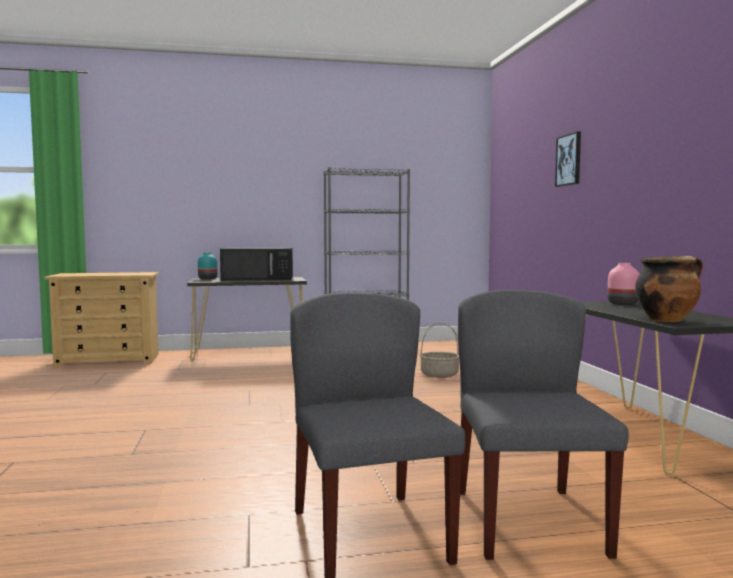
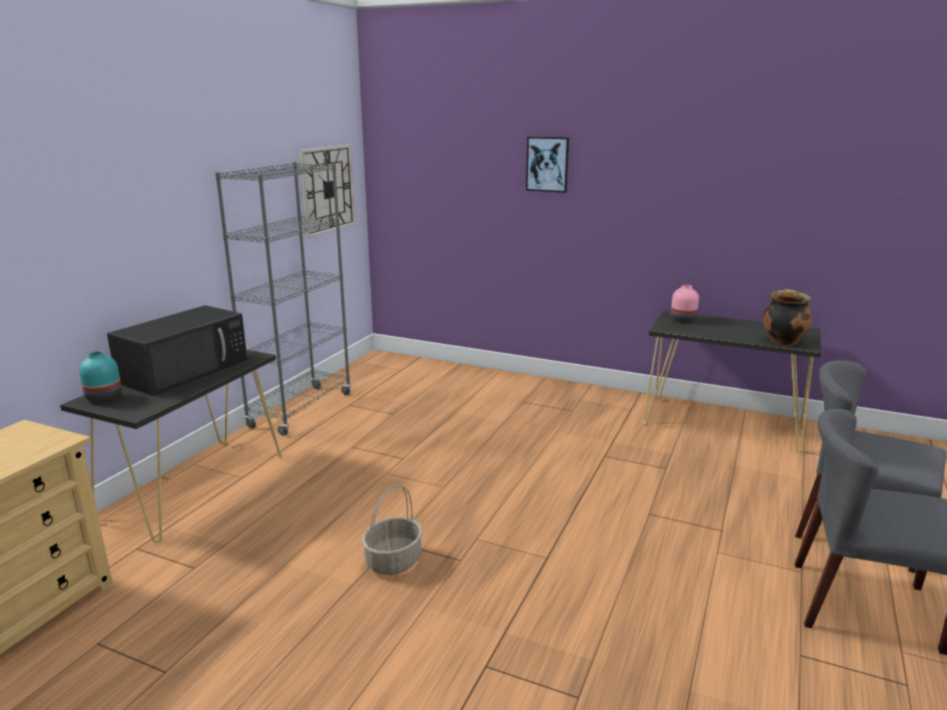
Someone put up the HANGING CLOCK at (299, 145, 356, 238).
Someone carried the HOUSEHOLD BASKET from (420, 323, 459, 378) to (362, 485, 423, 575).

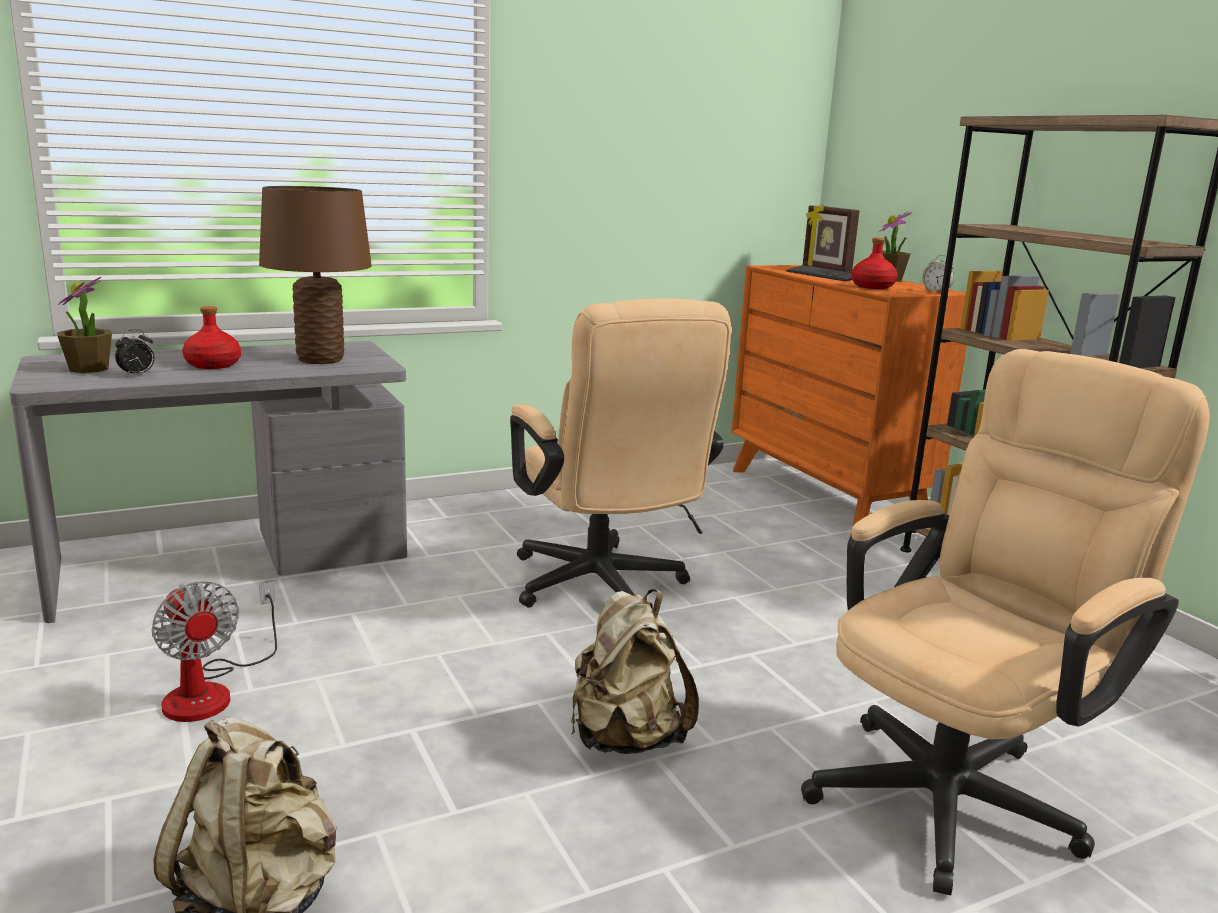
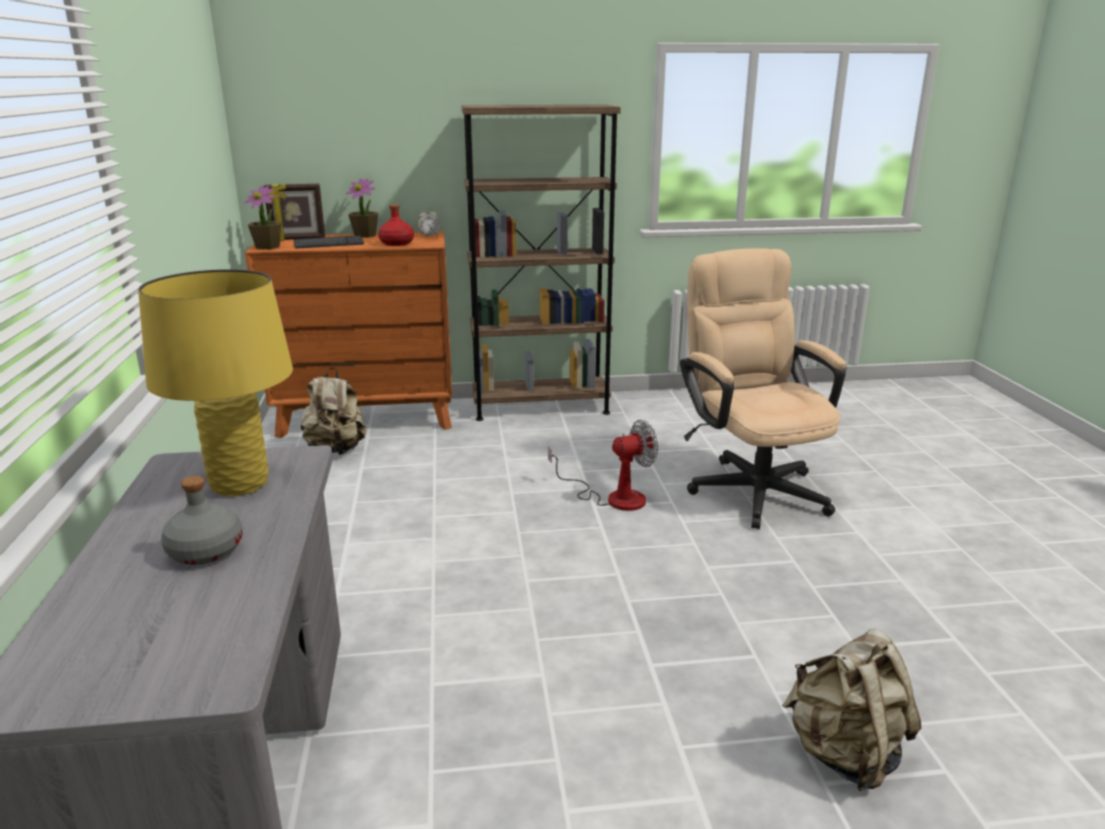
Someone repainted the BROWNISH TABLETOP LAMP at (259, 186, 372, 364), which became the YELLOWISH TABLETOP LAMP at (138, 269, 293, 496).
Someone repainted the RED BEVERAGE BOTTLE at (182, 306, 241, 369), which became the GREYISH BEVERAGE BOTTLE at (161, 476, 243, 565).
Someone carried the POTTED PLANT from (57, 277, 112, 373) to (245, 186, 281, 249).
Someone carried the BEIGE KNAPSACK from (571, 589, 699, 754) to (301, 367, 366, 455).
Someone carried the COOLING FAN from (151, 581, 277, 722) to (548, 420, 658, 511).
Someone took away the TABLE CLOCK at (115, 329, 154, 377).
Someone took away the BEIGE DESK CHAIR at (510, 299, 731, 608).

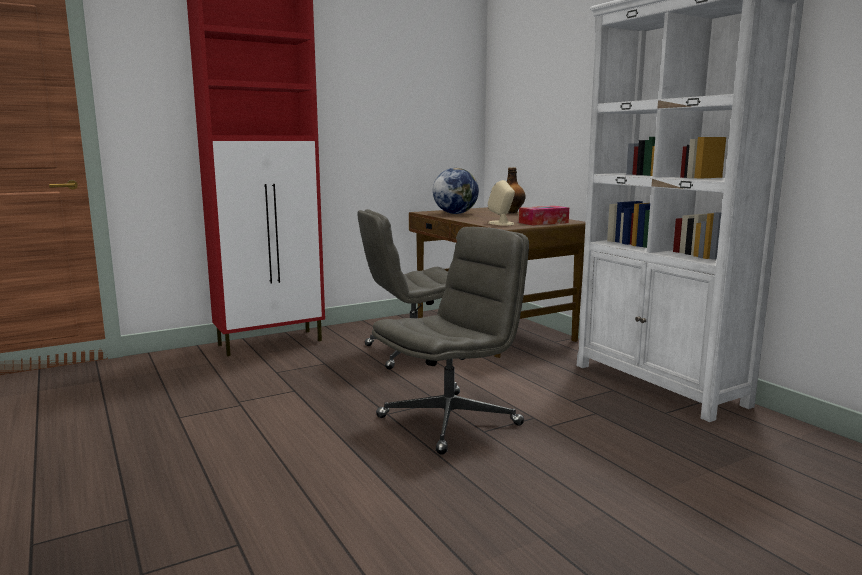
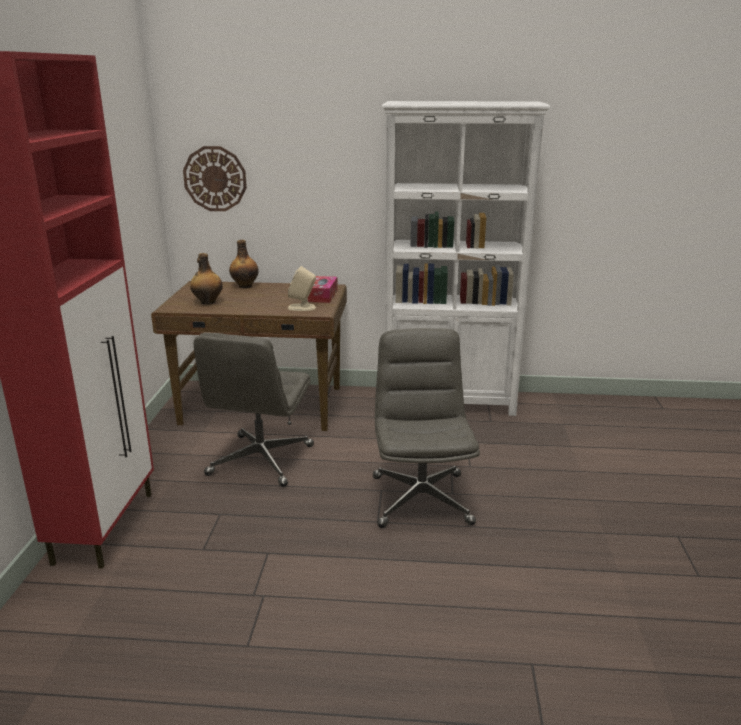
Someone put up the HANGING CLOCK at (183, 146, 247, 211).
Someone swapped the WORLD GLOBE at (433, 168, 479, 214) for the BEVERAGE BOTTLE at (190, 253, 223, 304).

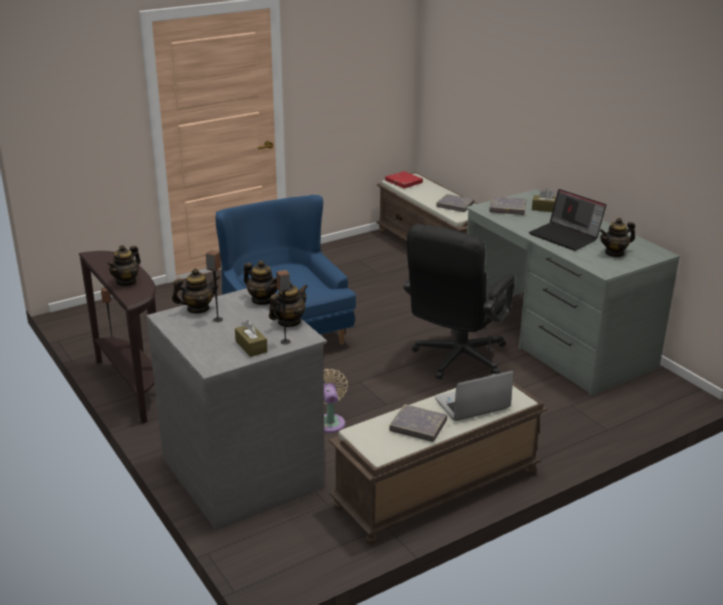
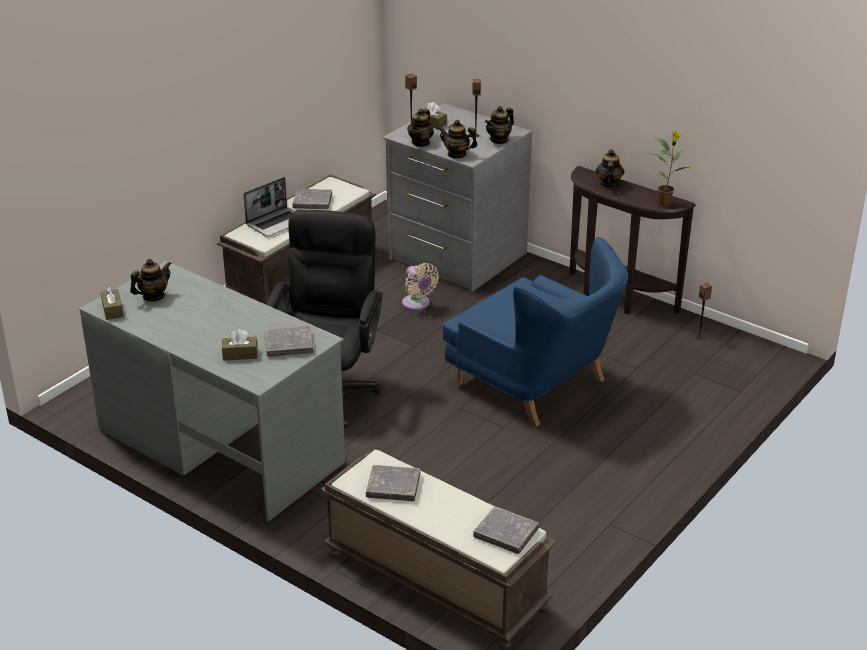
Someone put down the BROWNISH TISSUE HOLDER at (101, 286, 124, 320).
Someone repainted the RED VOLUME at (385, 171, 423, 188), which became the GREYISH VOLUME at (473, 506, 539, 554).
Someone put down the POTTED PLANT at (648, 131, 693, 207).
Someone took away the NOTEBOOK COMPUTER at (529, 189, 606, 251).

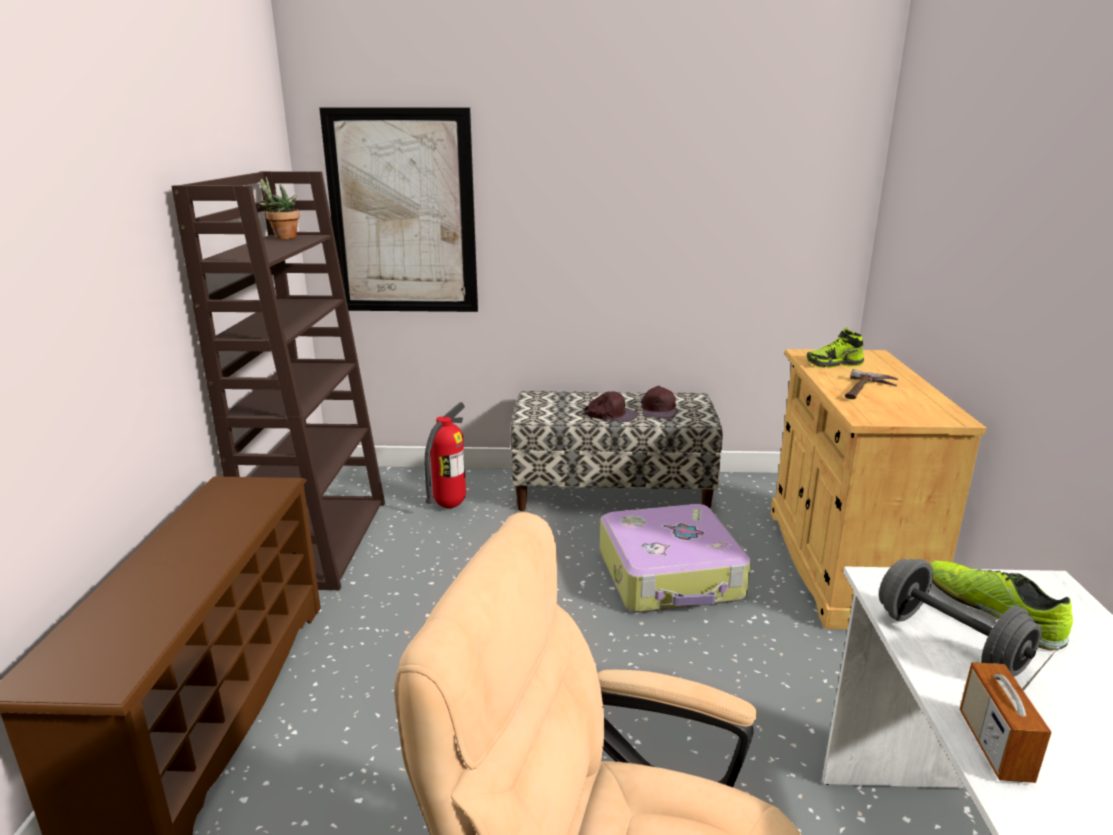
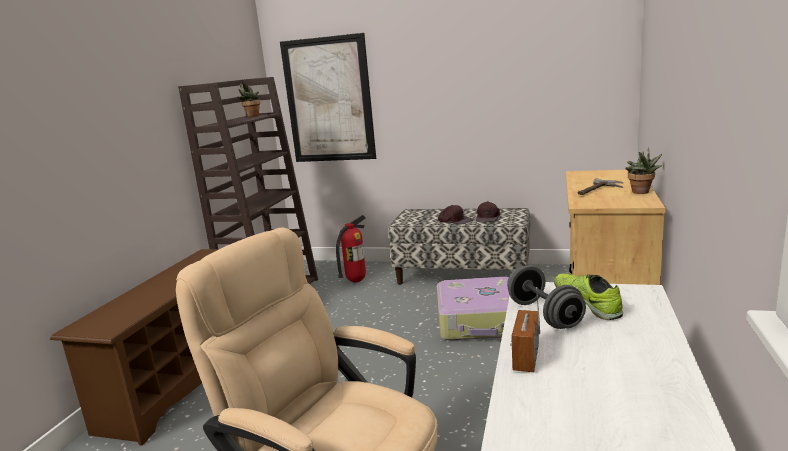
Someone put down the POTTED PLANT at (625, 148, 662, 194).
Someone took away the SHOE at (807, 328, 864, 368).

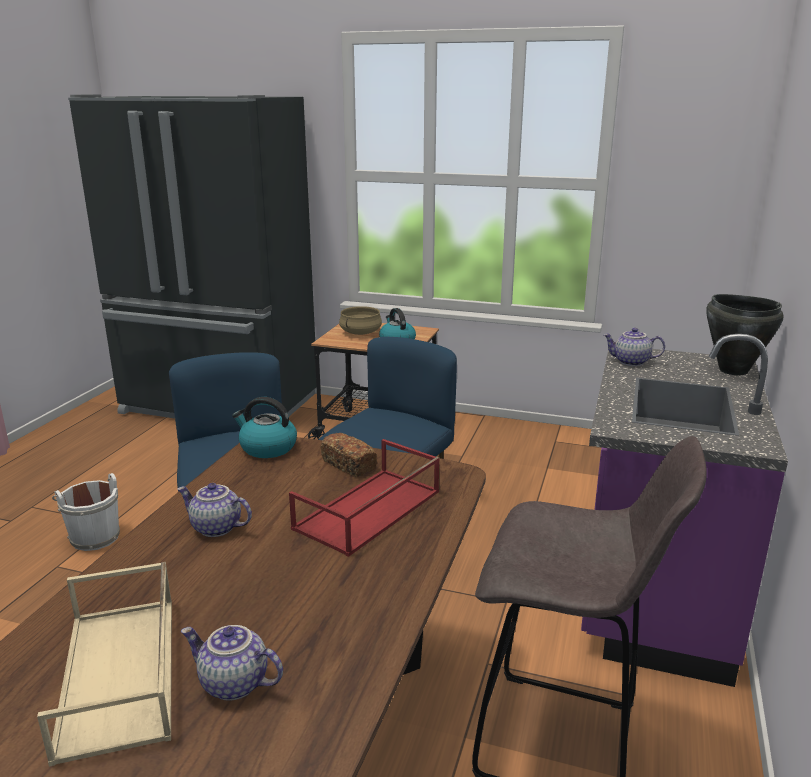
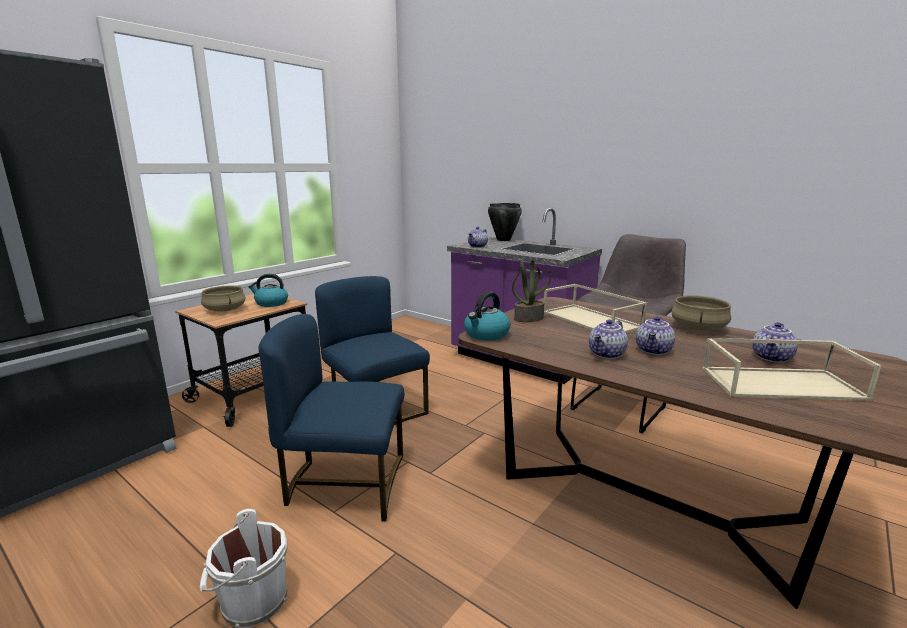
Someone swapped the BAKERY BREAD at (321, 433, 377, 477) for the POTTED PLANT at (512, 260, 551, 322).
Someone repainted the RED TRAY at (289, 439, 440, 557), which became the BEIGE TRAY at (544, 284, 647, 333).
Someone put down the TEA POT at (636, 316, 675, 355).
Someone put down the BEIGE COOKING POT at (672, 295, 731, 331).

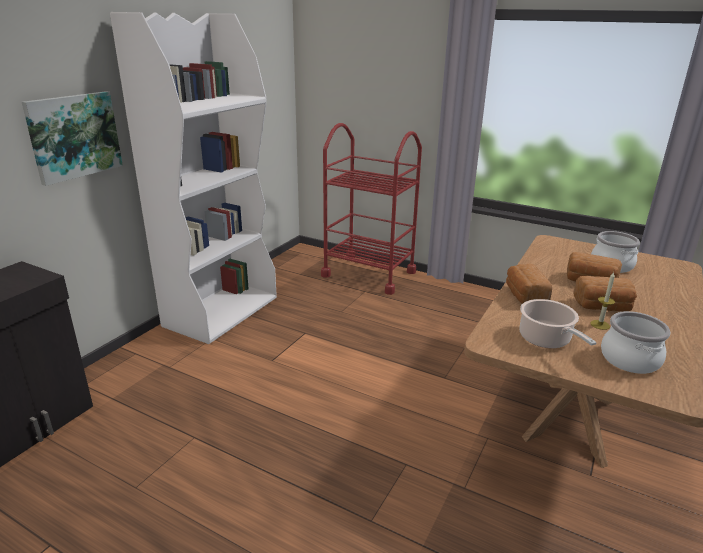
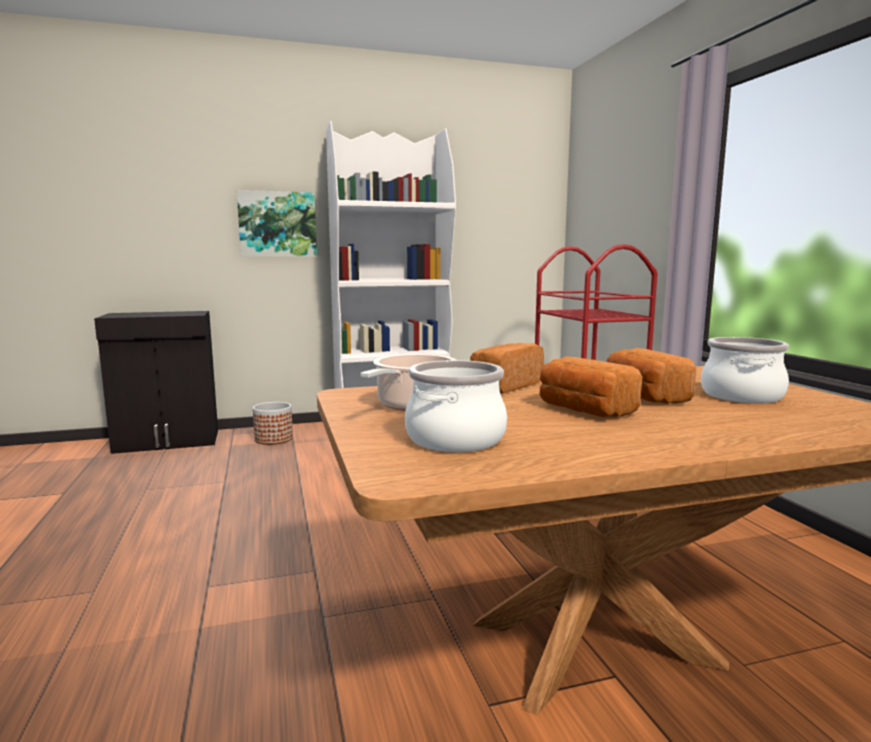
Someone put down the PLANTER at (253, 402, 293, 445).
Someone took away the CANDLE at (590, 272, 615, 330).

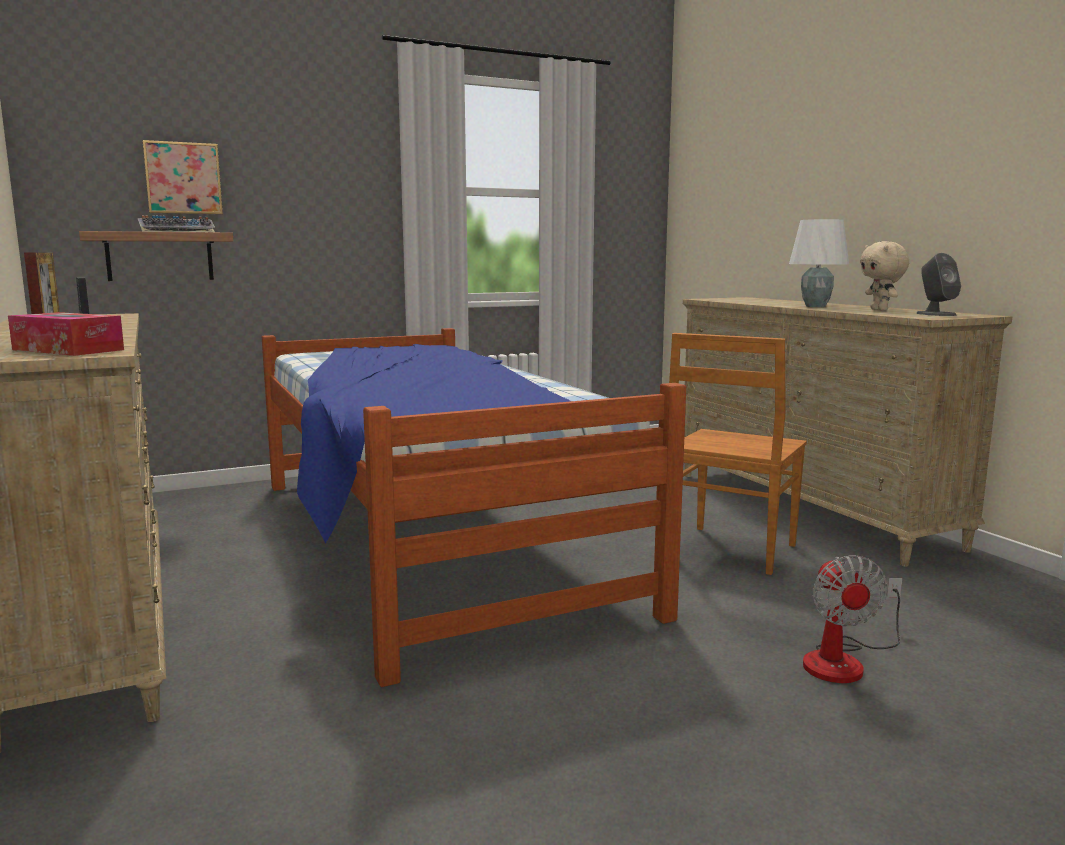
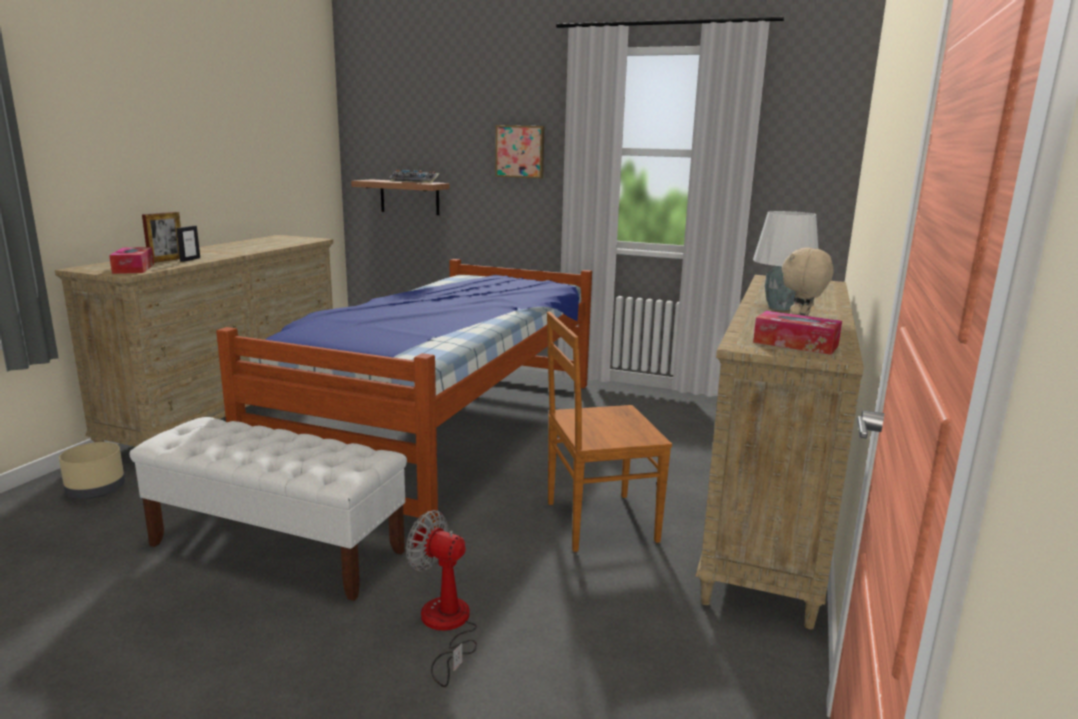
Someone put down the BEIGE PLANTER at (59, 442, 125, 499).
Someone put down the WHITE-COLOURED LONG SEAT at (129, 417, 407, 601).
Someone rotated the COOLING FAN at (803, 555, 902, 683) by 75 degrees clockwise.
Someone carried the PICTURE from (142, 140, 223, 215) to (495, 125, 544, 178).
Someone swapped the GREYISH LOUDSPEAKER at (916, 253, 961, 316) for the TISSUE HOLDER at (753, 311, 842, 355).

